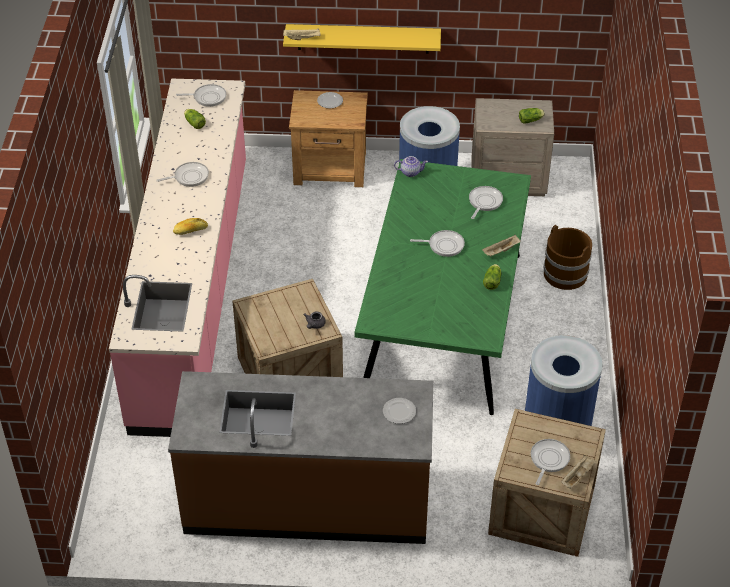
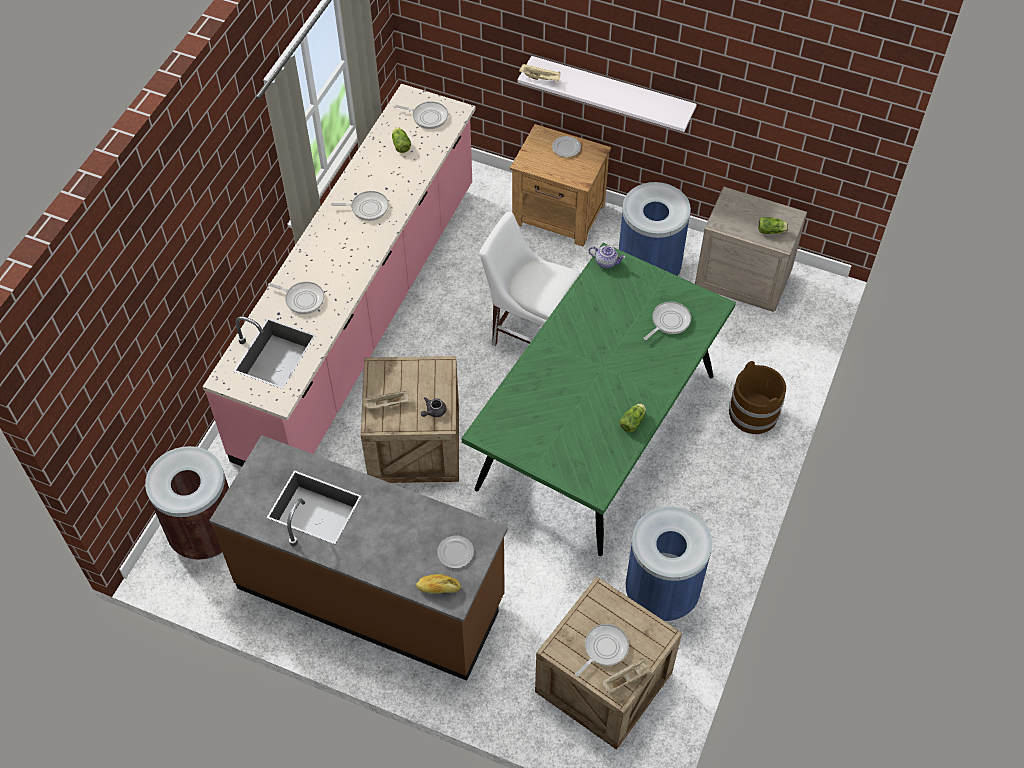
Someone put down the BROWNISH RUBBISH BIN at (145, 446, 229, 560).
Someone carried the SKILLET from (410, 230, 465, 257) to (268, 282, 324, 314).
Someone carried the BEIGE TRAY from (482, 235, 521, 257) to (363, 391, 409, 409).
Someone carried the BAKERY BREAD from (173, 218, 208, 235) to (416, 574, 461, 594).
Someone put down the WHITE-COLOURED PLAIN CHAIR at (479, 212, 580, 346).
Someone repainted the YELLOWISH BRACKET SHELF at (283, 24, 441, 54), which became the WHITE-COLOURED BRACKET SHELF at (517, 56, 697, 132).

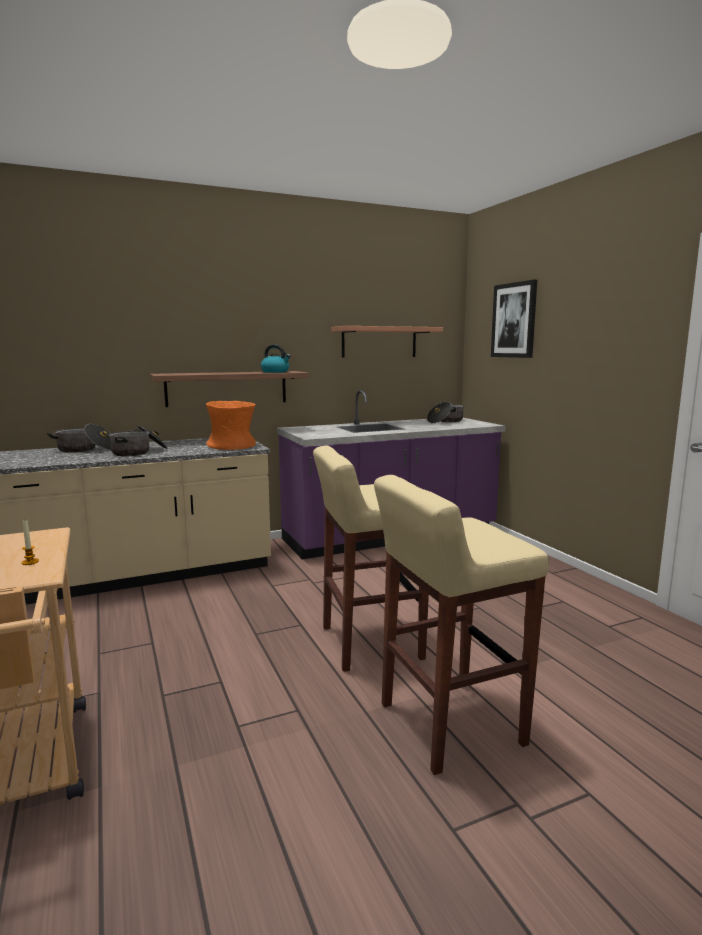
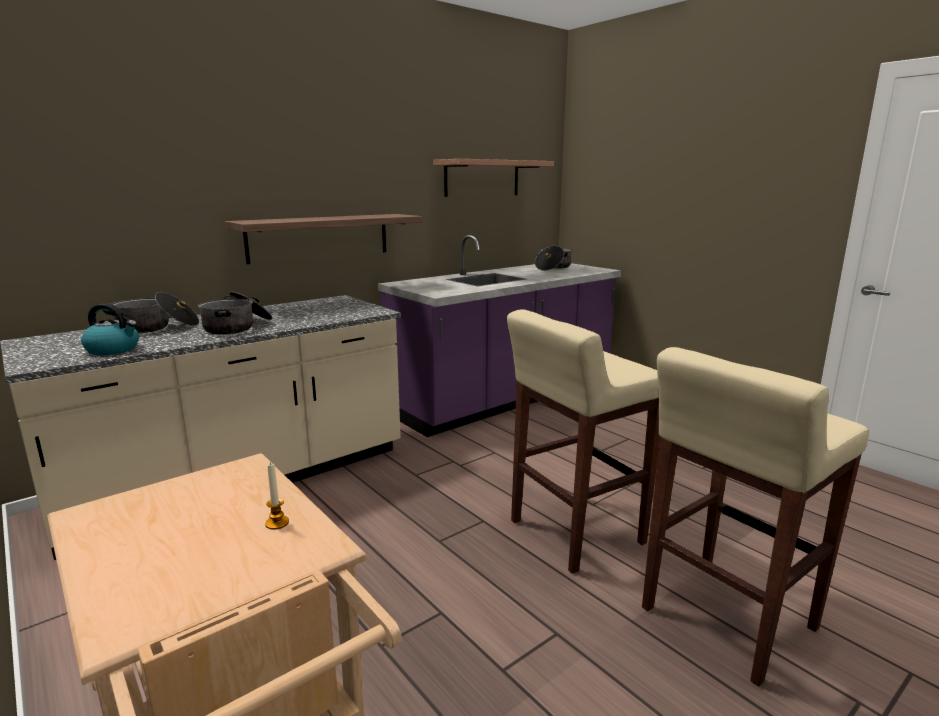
Someone carried the WATER KETTLE from (261, 345, 291, 373) to (81, 303, 139, 355).
Someone took away the ORANGE-COLOURED FLOWER VASE at (206, 401, 256, 450).
Someone took away the PICTURE at (491, 280, 537, 358).

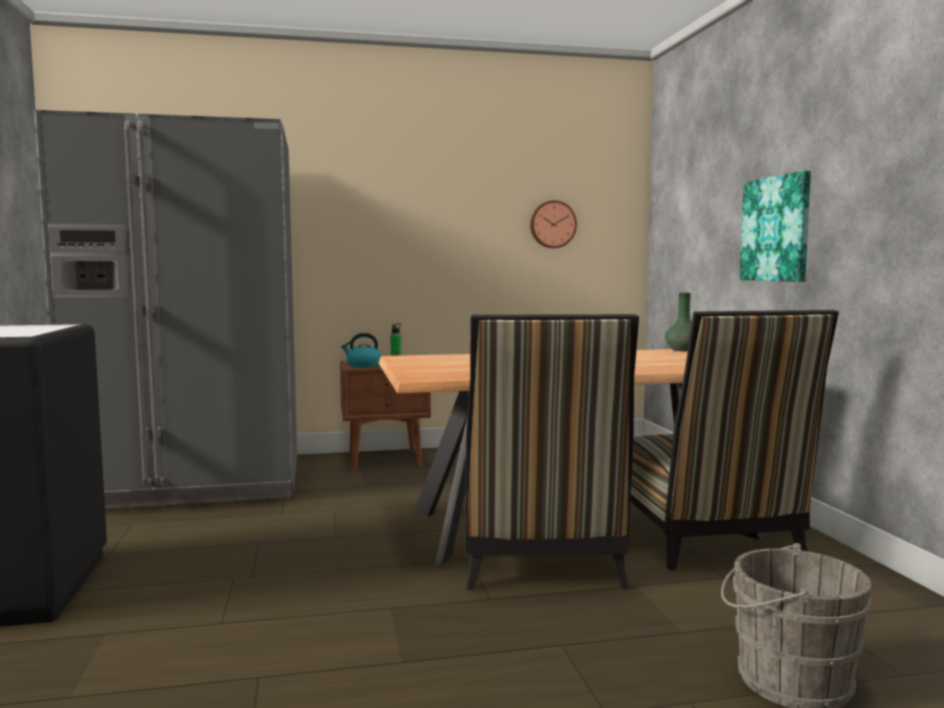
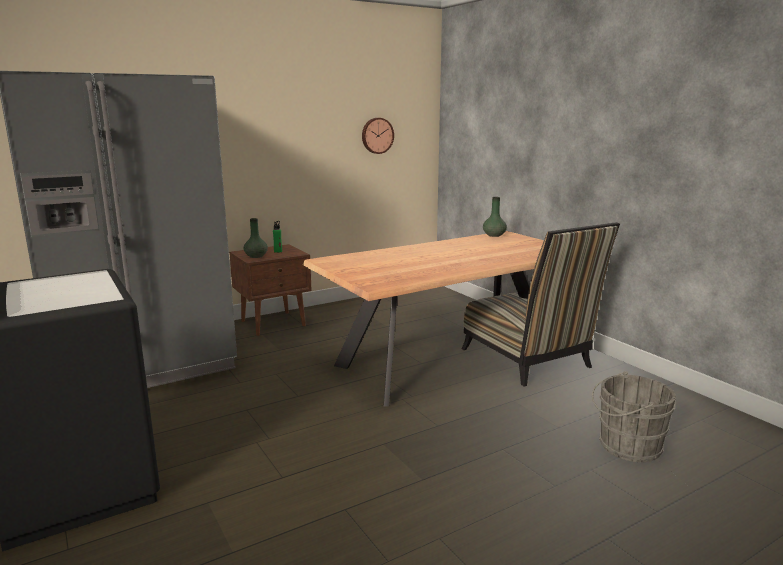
Someone swapped the WATER KETTLE at (341, 333, 381, 367) for the GREENISH FLOWER VASE at (244, 218, 268, 258).
Someone took away the PLAIN CHAIR at (465, 314, 639, 590).
Someone took away the PICTURE at (740, 171, 811, 282).

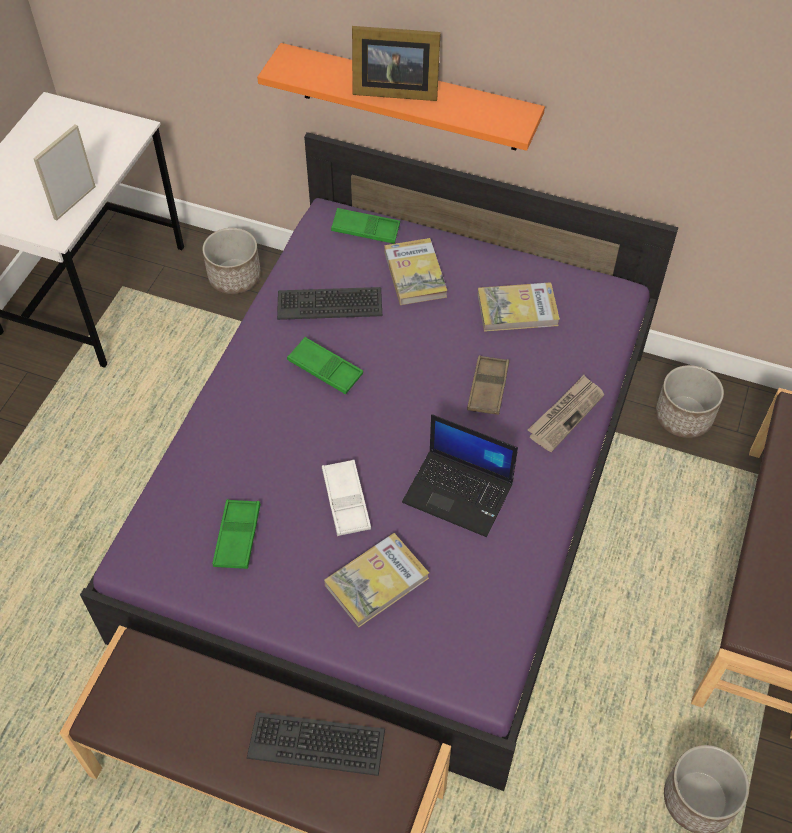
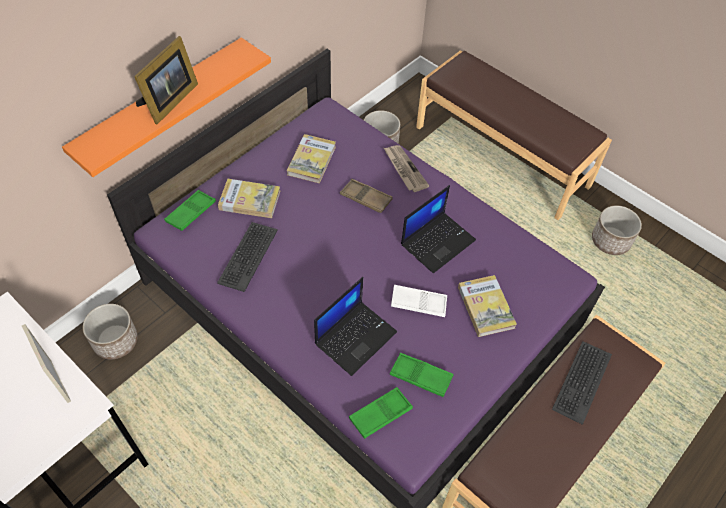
Someone put down the NOTEBOOK COMPUTER at (314, 277, 397, 376).
Someone carried the GREENISH TRAY from (287, 337, 363, 395) to (349, 387, 413, 439).

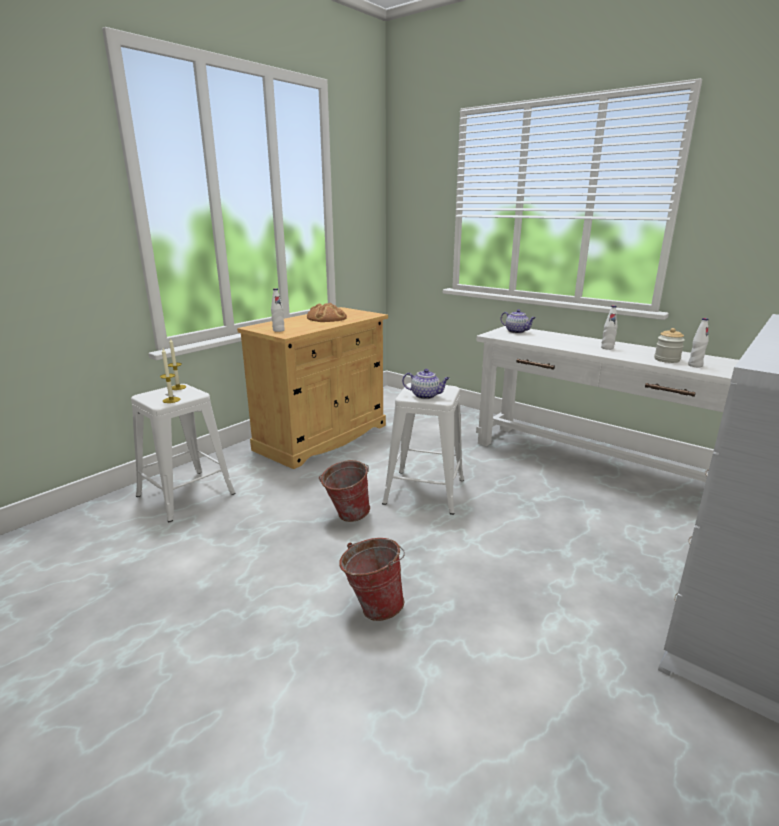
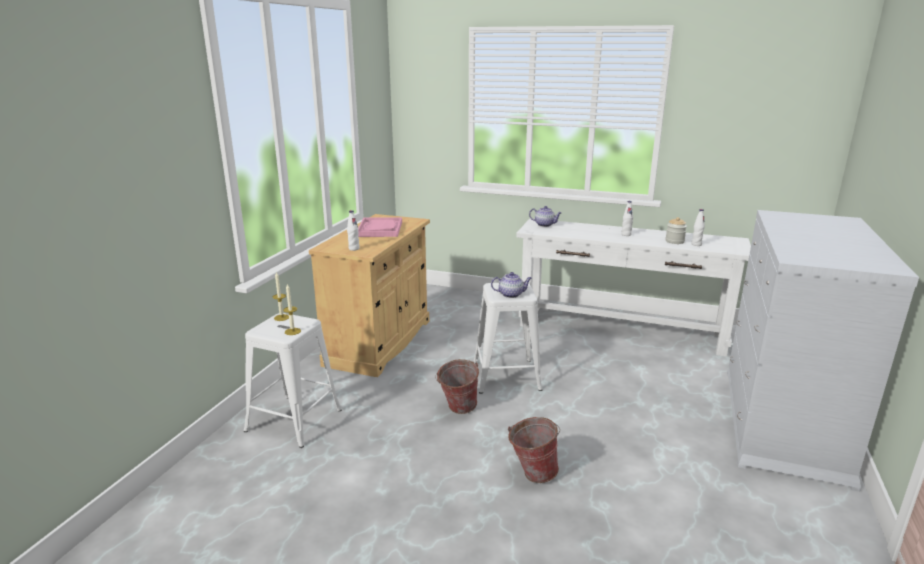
Someone swapped the BAKERY BREAD at (307, 303, 347, 322) for the PINK-COLOURED TRAY at (358, 218, 402, 237).

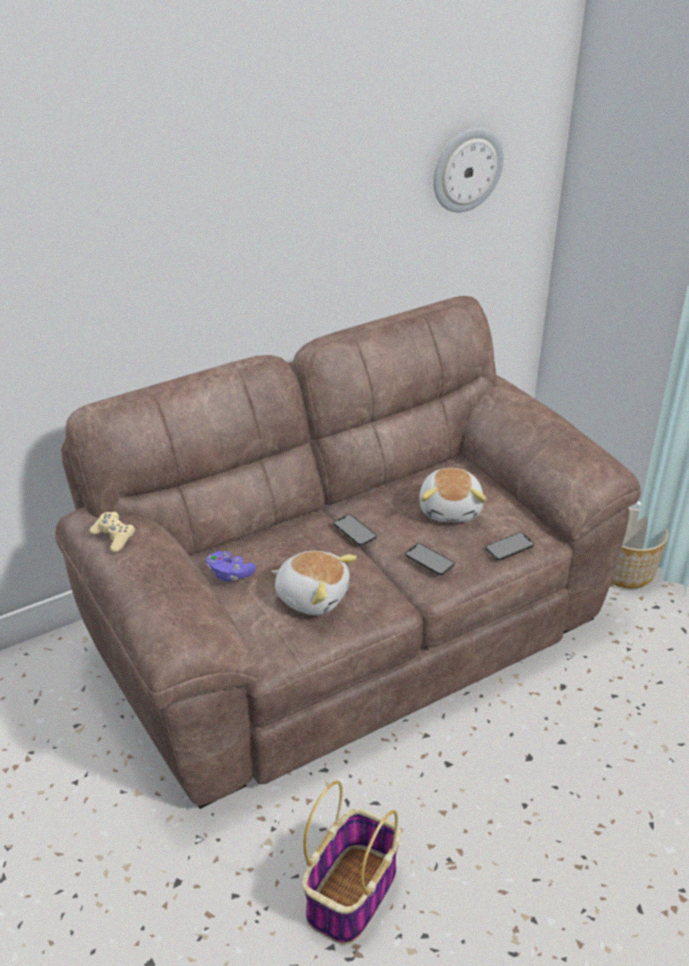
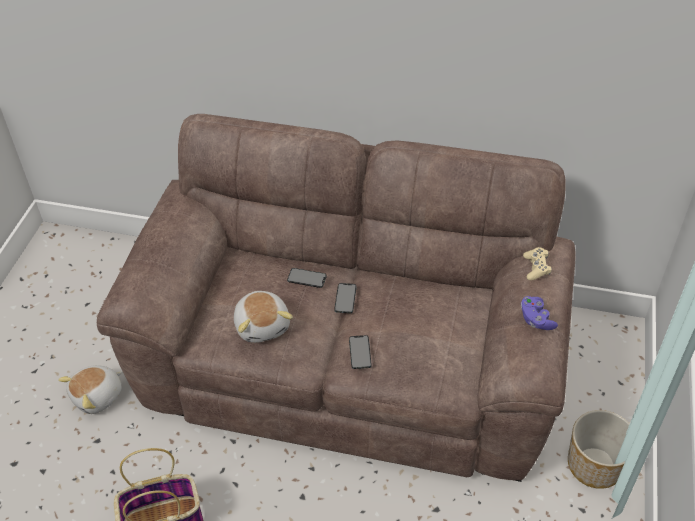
Someone carried the PLUSH TOY from (419, 468, 486, 522) to (58, 365, 123, 414).
Someone carried the TELEPHONE from (485, 532, 534, 560) to (287, 268, 327, 288).
Someone carried the PURPLE-COLOURED JOYPAD from (206, 551, 256, 582) to (521, 296, 558, 330).
Someone carried the BEIGE JOYPAD from (90, 512, 135, 552) to (523, 247, 552, 280).
Someone took away the HANGING CLOCK at (433, 128, 504, 212).

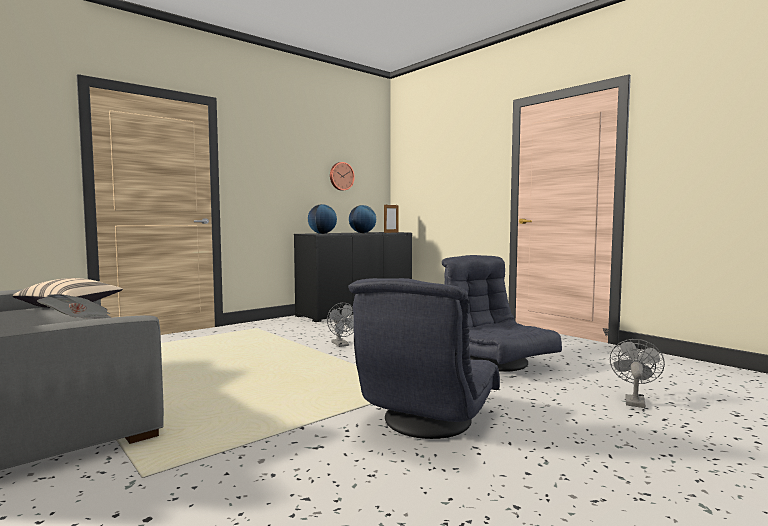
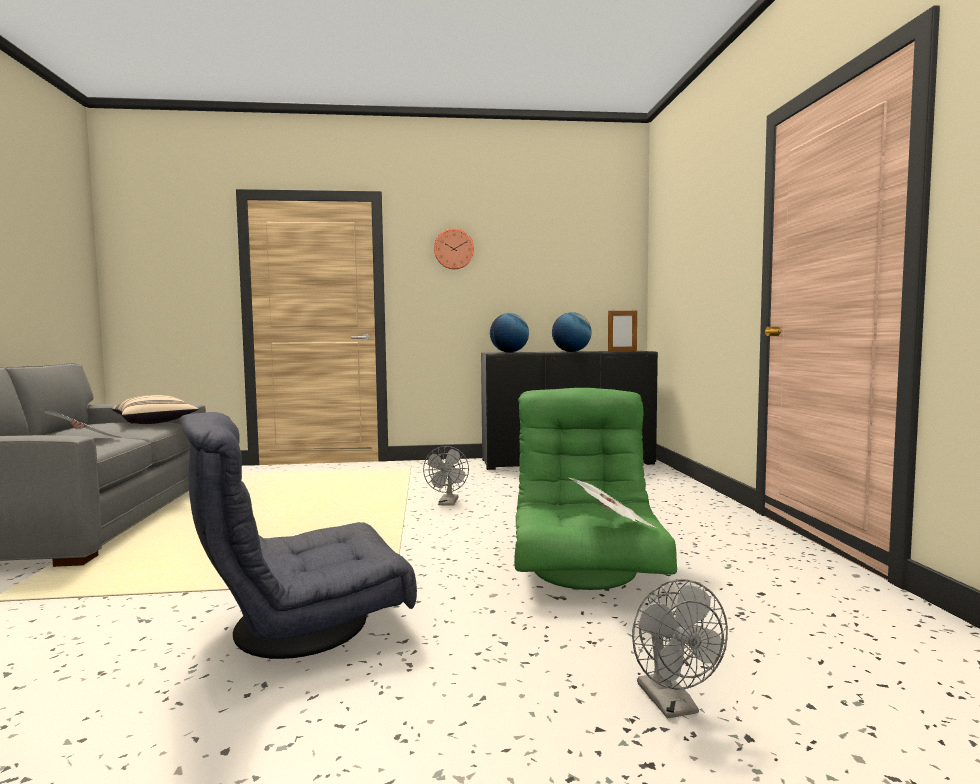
Someone carried the HANGING CLOCK from (330, 162, 355, 191) to (434, 228, 474, 269).
Someone repainted the GREYISH LOUNGE CHAIR at (442, 255, 562, 372), which became the GREENISH LOUNGE CHAIR at (514, 388, 677, 590).
Someone put down the NEWSPAPER at (570, 478, 657, 528).
Someone rotated the GREYISH COOLING FAN at (610, 339, 665, 408) by 105 degrees clockwise.

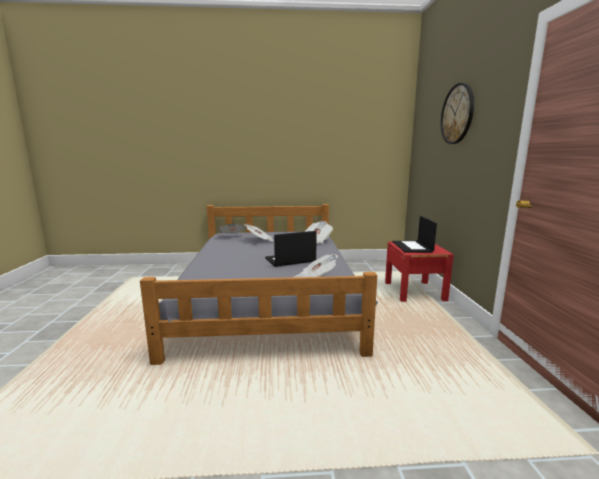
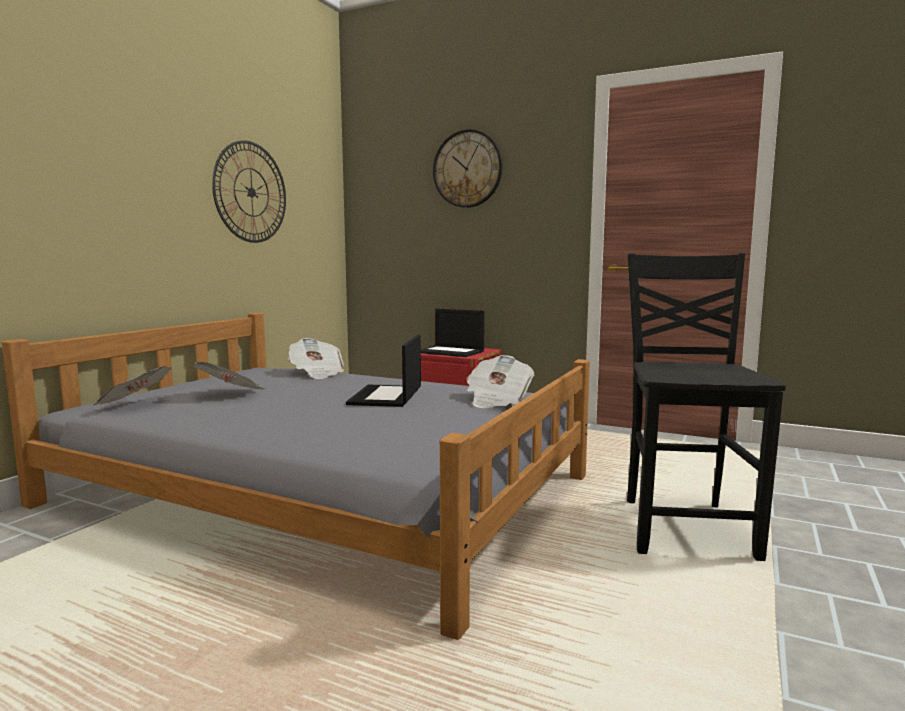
Someone put up the HANGING CLOCK at (212, 140, 286, 243).
Someone put down the BLACK PLAIN CHAIR at (627, 253, 786, 561).

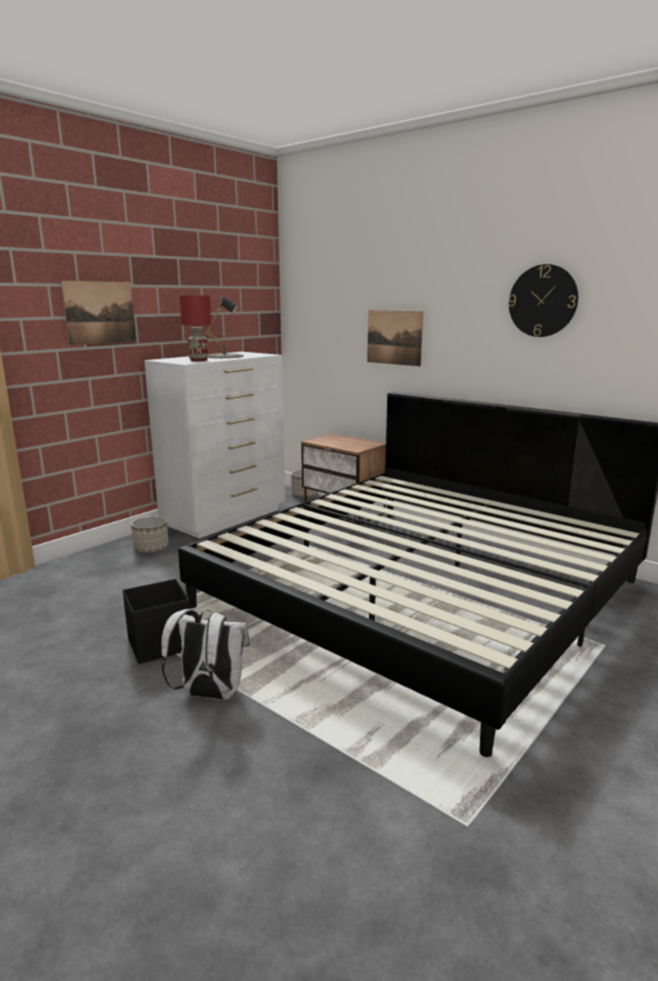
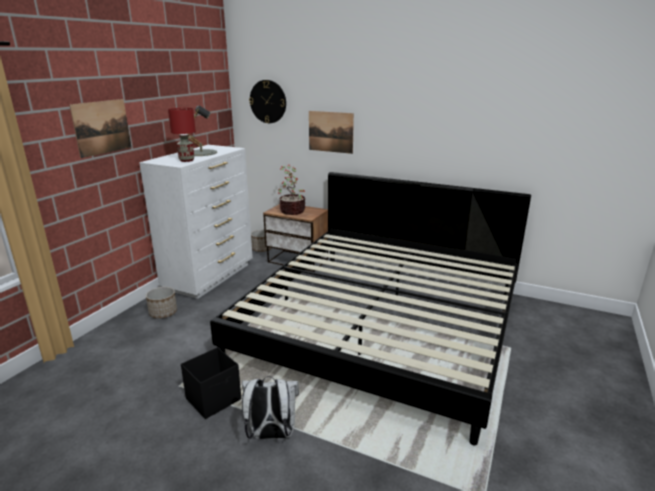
Someone carried the HANGING CLOCK from (508, 264, 578, 337) to (249, 80, 286, 123).
Someone put down the POTTED PLANT at (278, 166, 305, 215).

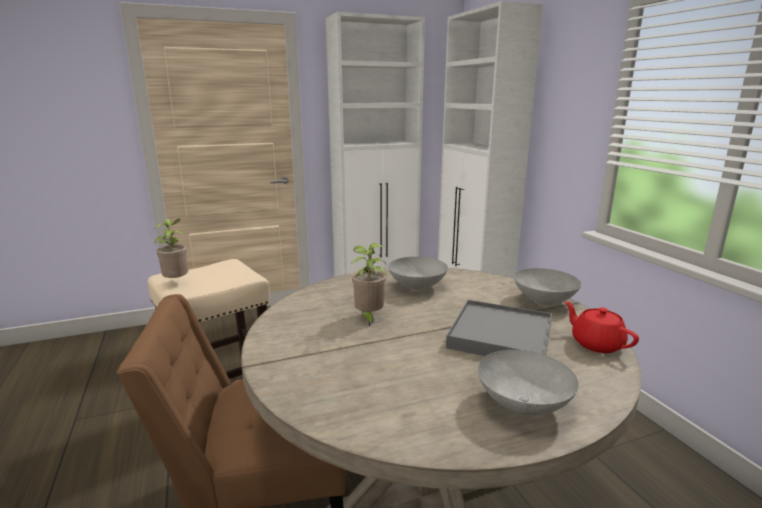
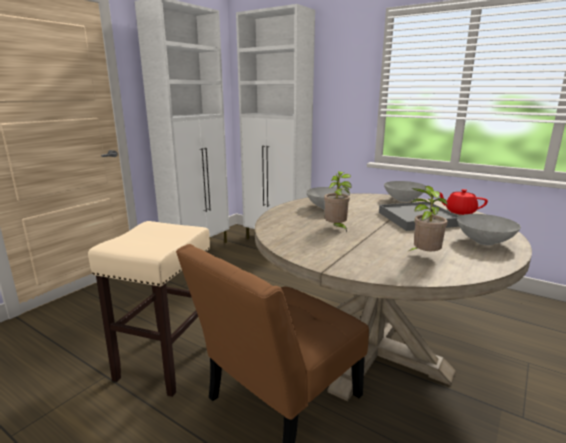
Someone carried the POTTED PLANT from (154, 219, 188, 278) to (409, 186, 448, 251).

